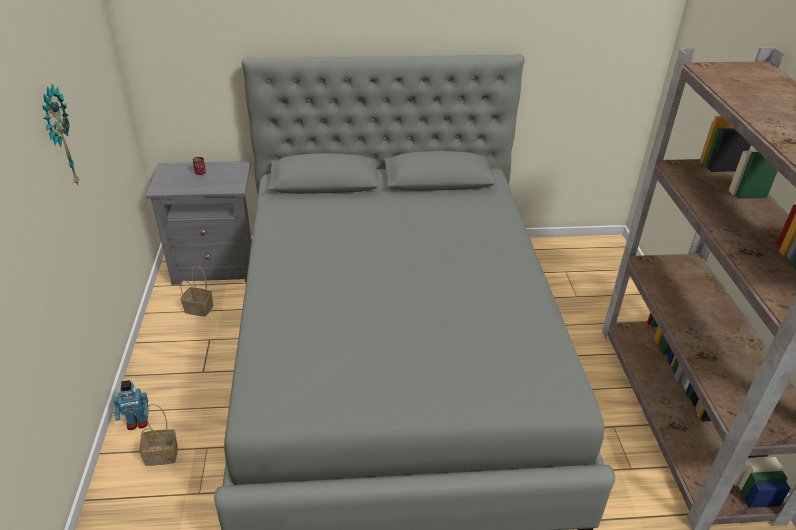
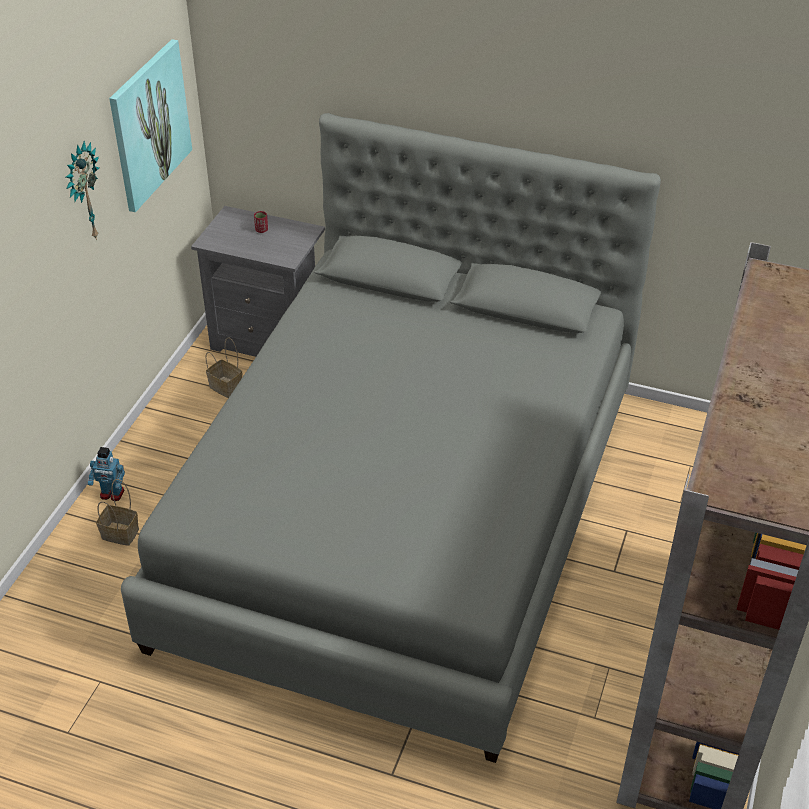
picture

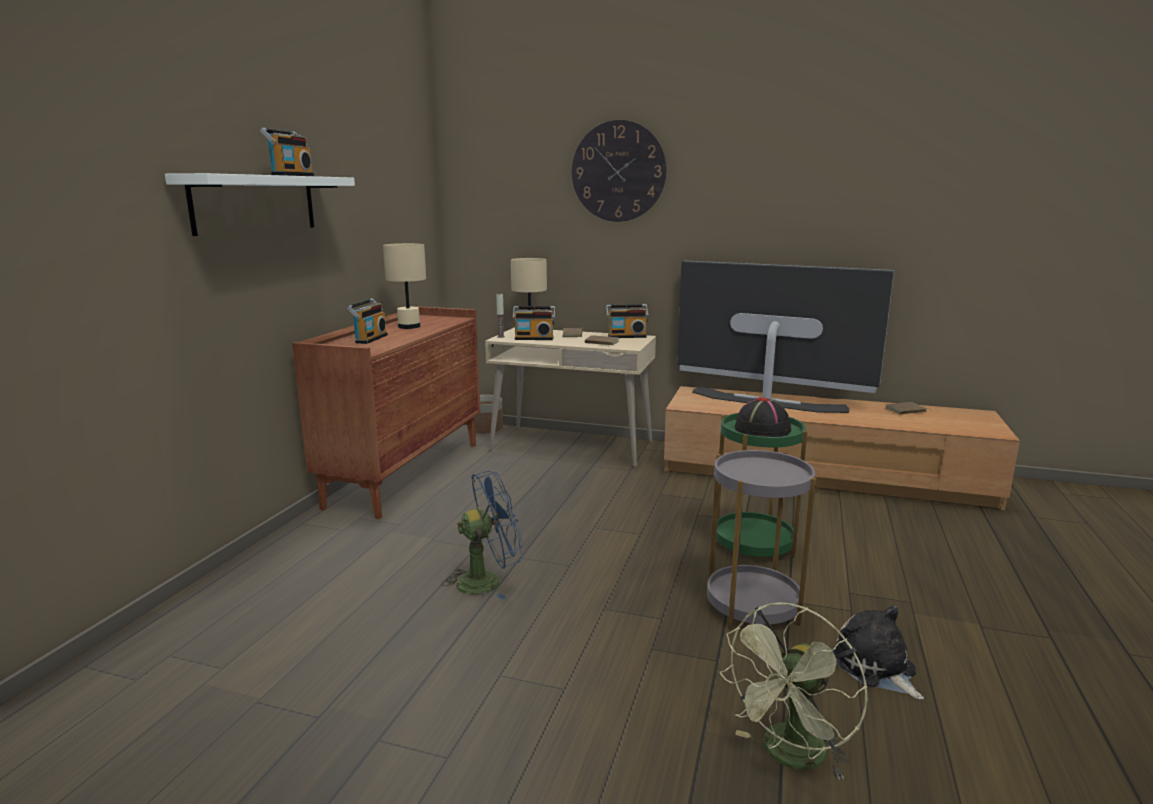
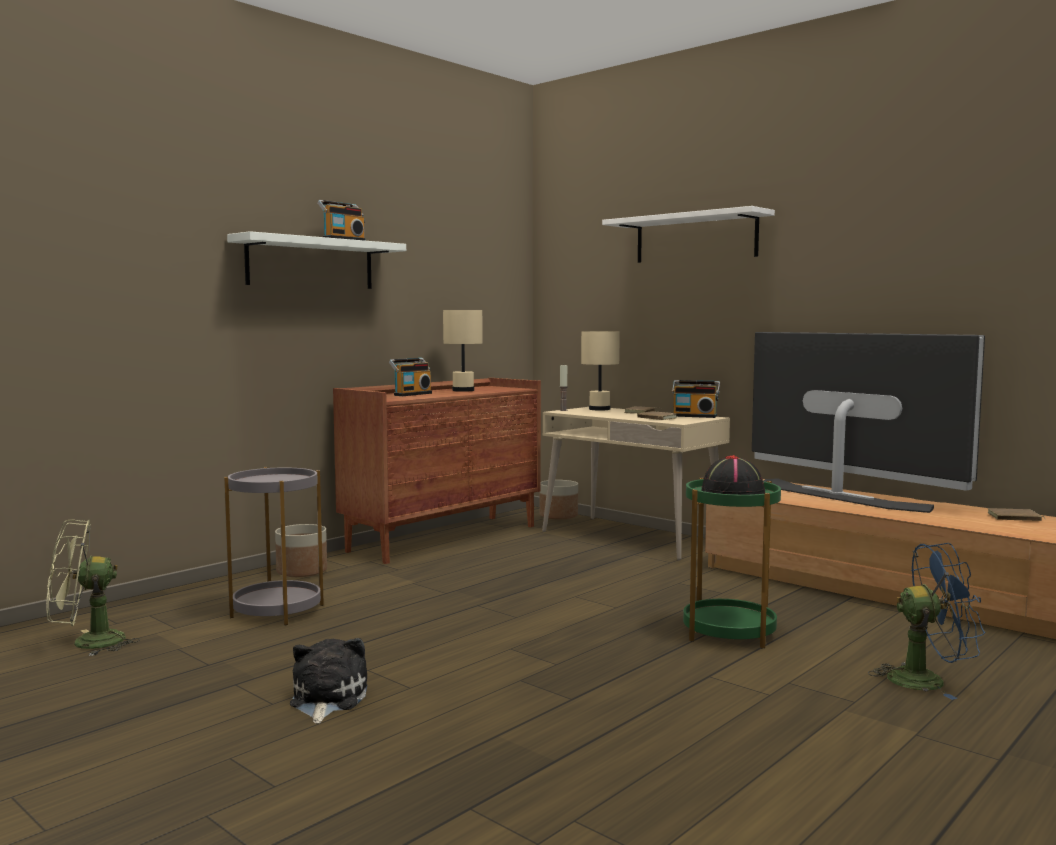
white shelf (2nd from left); radio (3rd from left in the first image); grey side table; blue fan; green fan; plush toy; planter (1st from left)

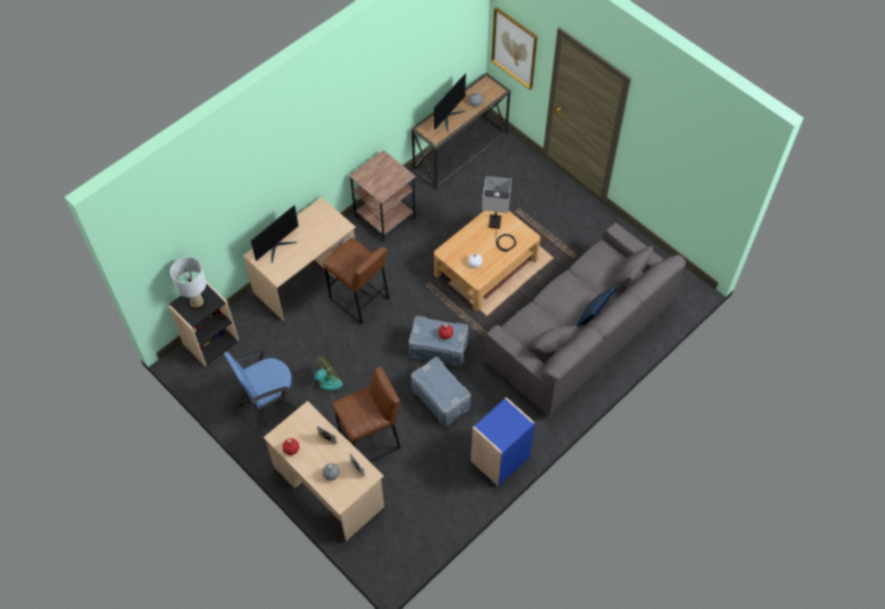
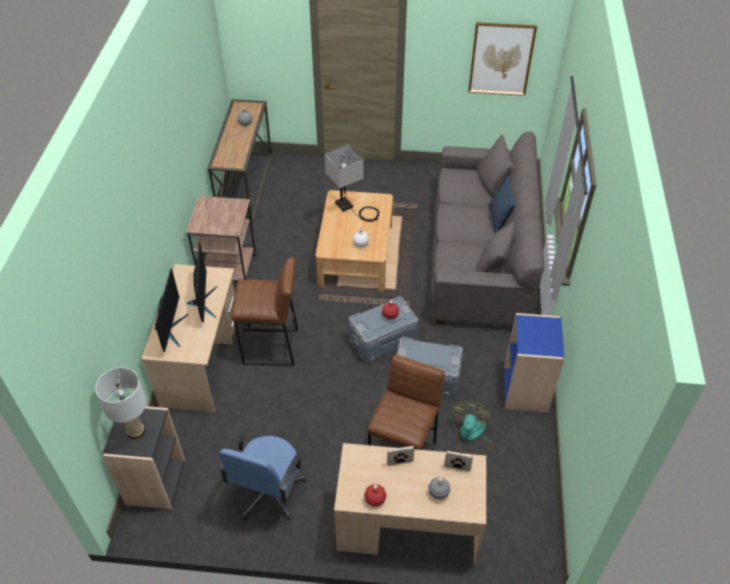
picture; monitor (2nd from left); fan

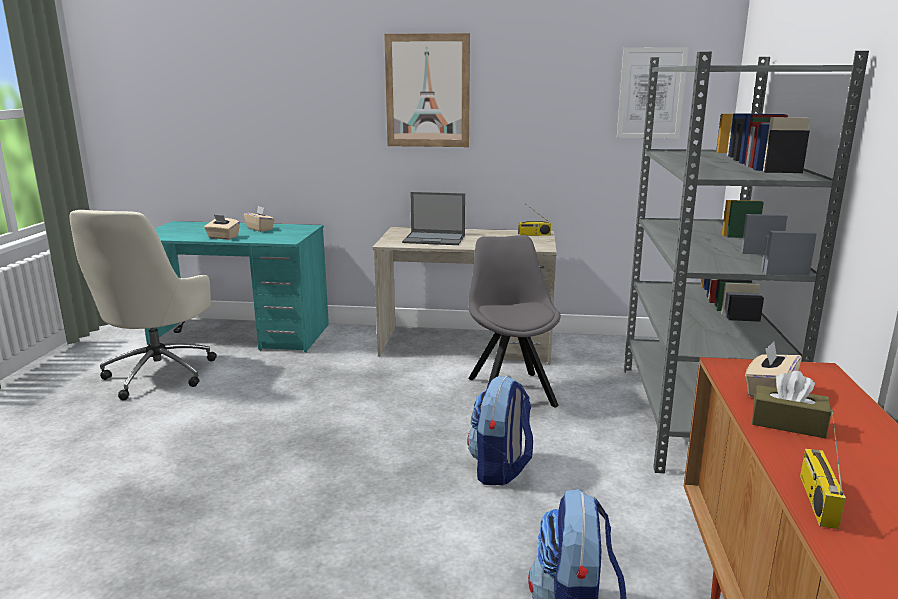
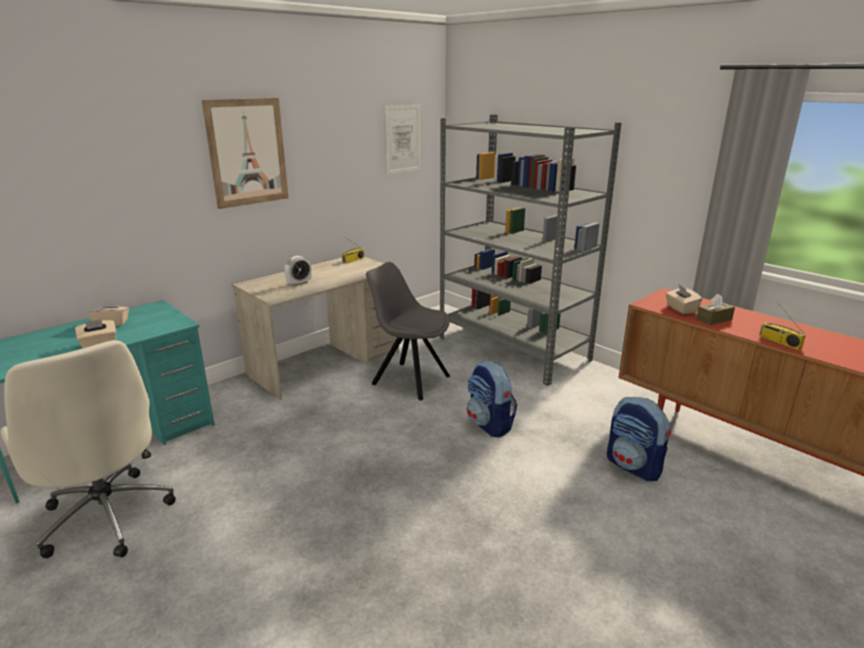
alarm clock

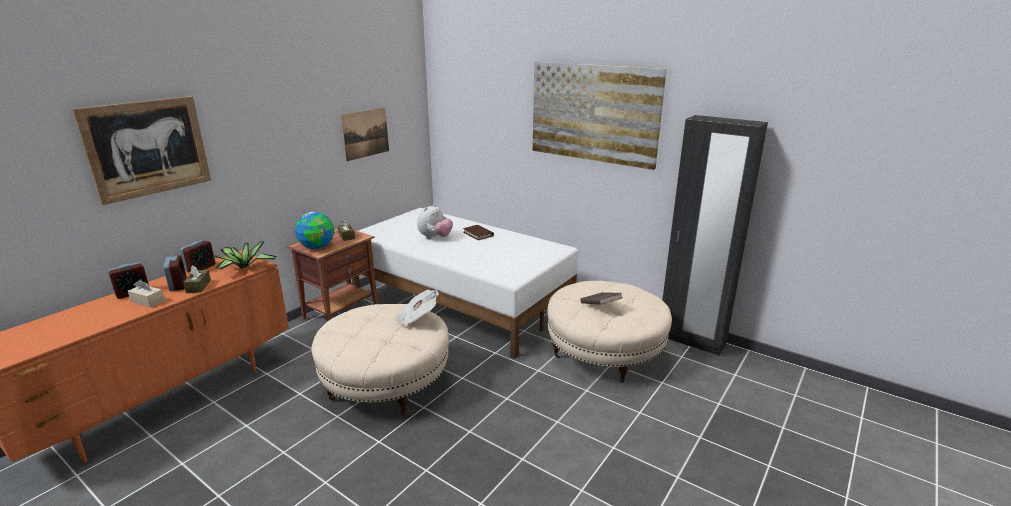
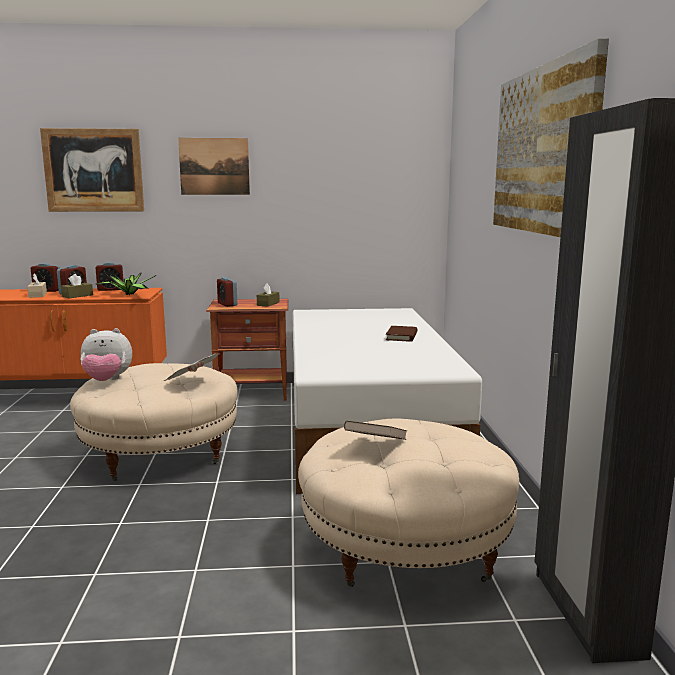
picture (2nd from left); plush toy; alarm clock (4th from left)

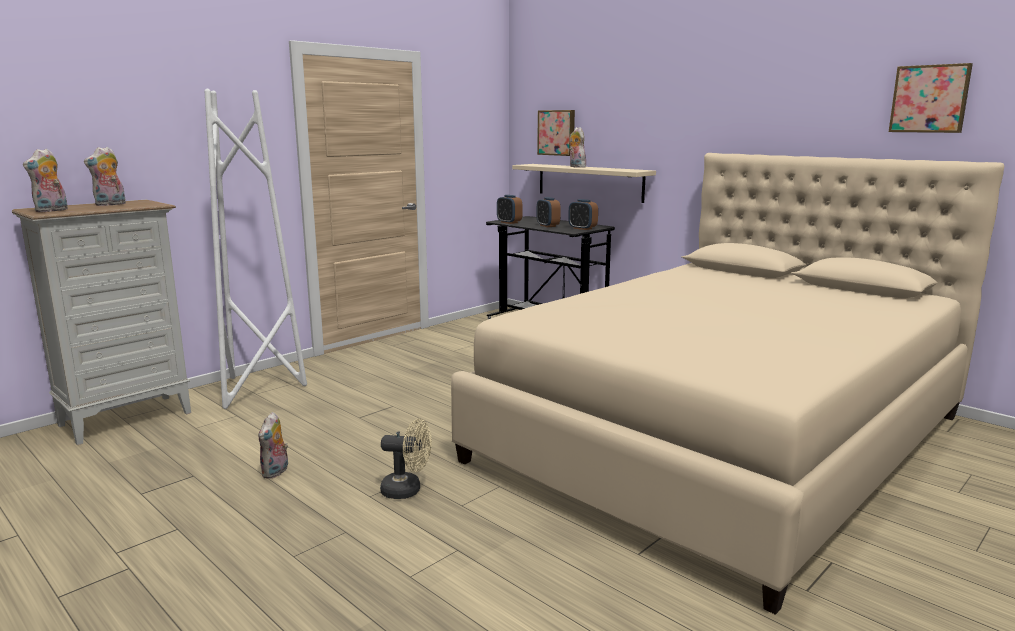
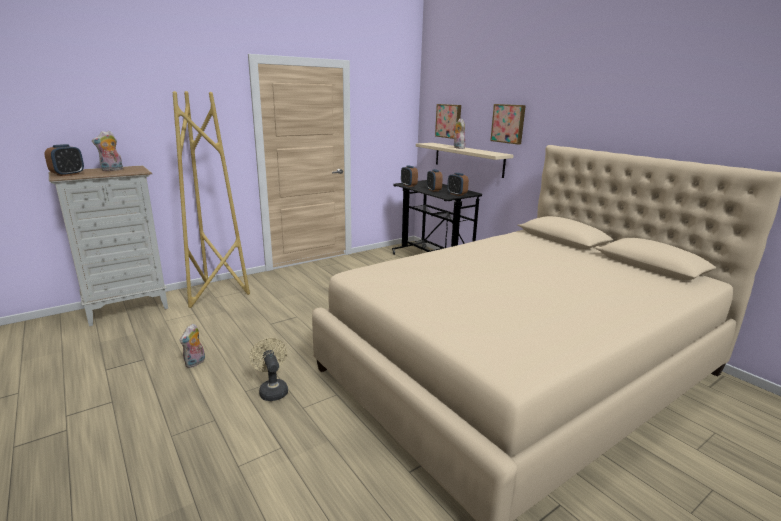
picture (2nd from left); yellow clothes rack; alarm clock (1st from left); beige fan

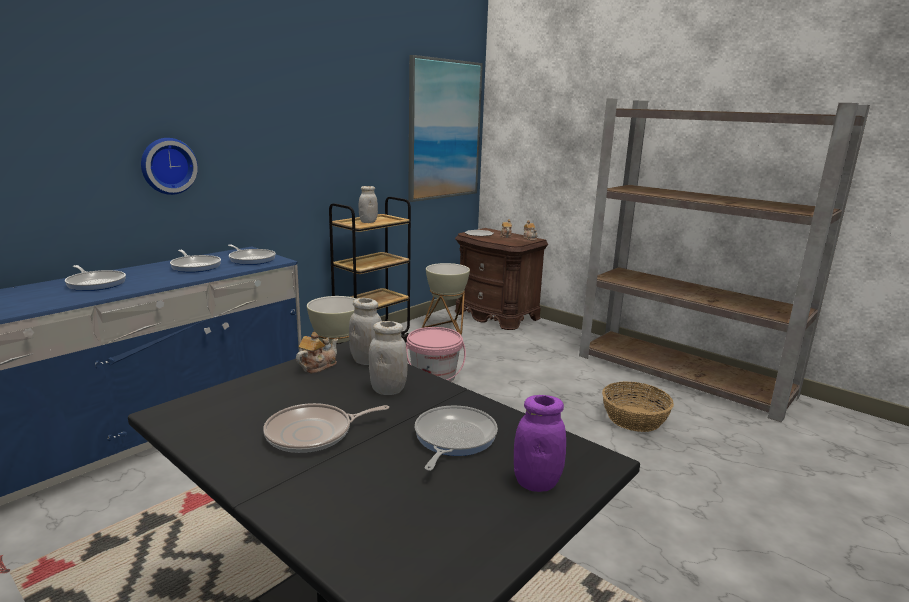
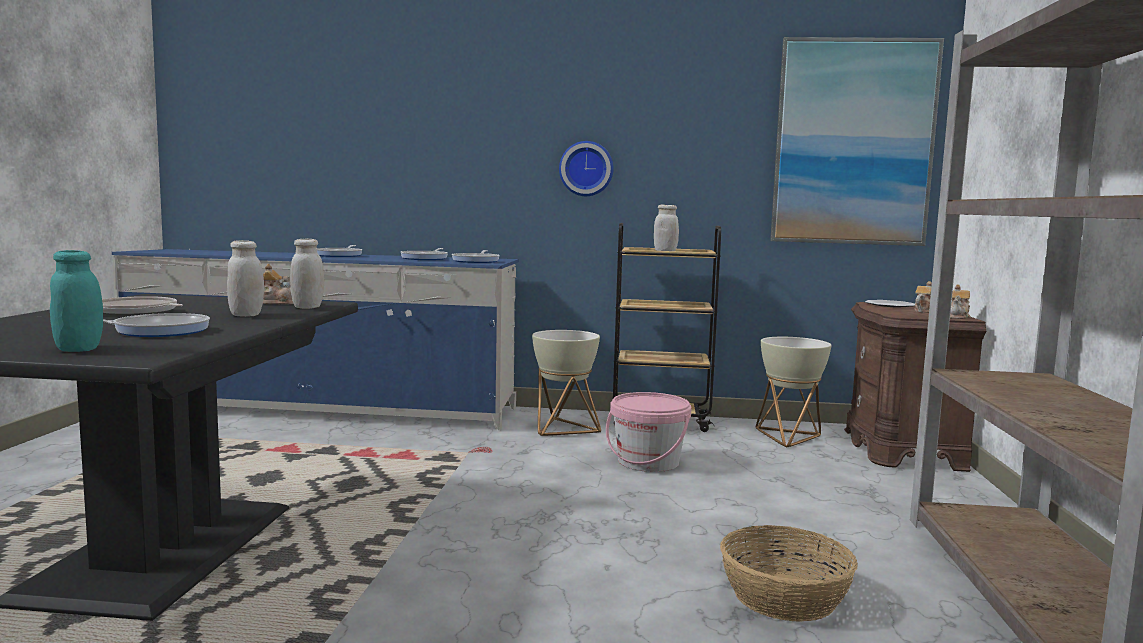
wall clock; turquoise jar

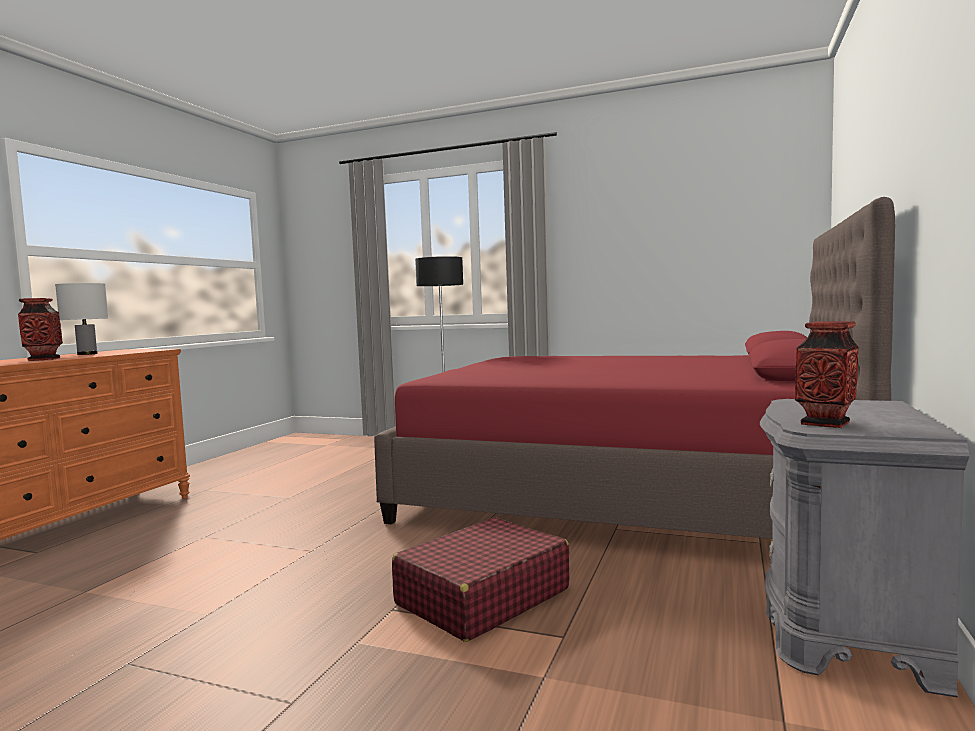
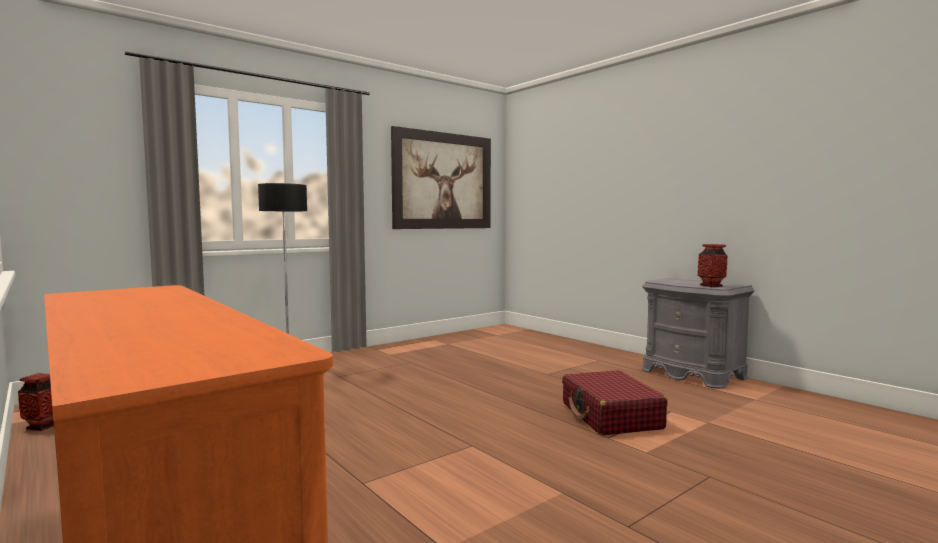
red bed; white table lamp; vase (1st from left); picture

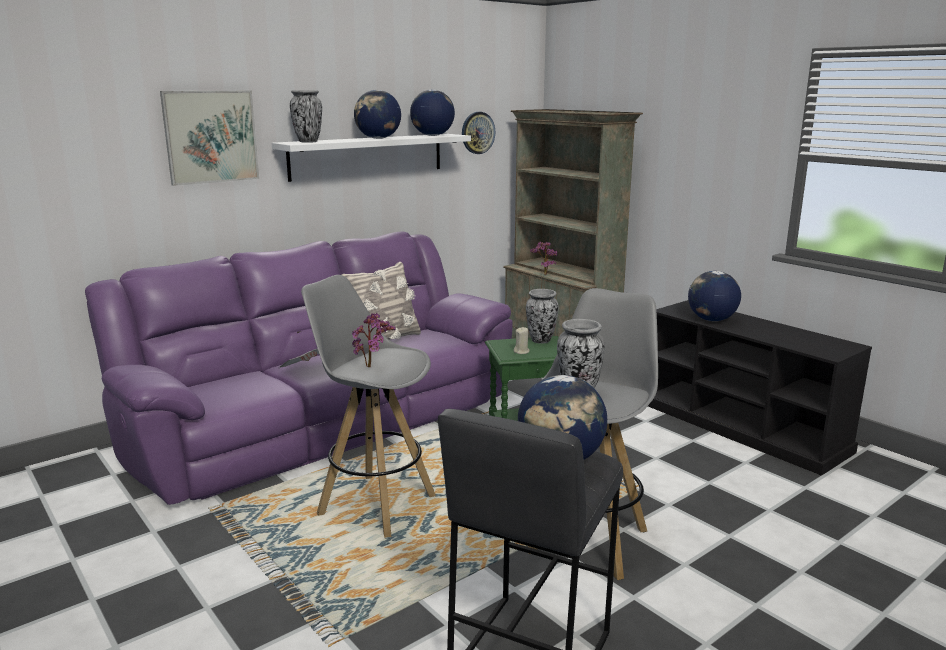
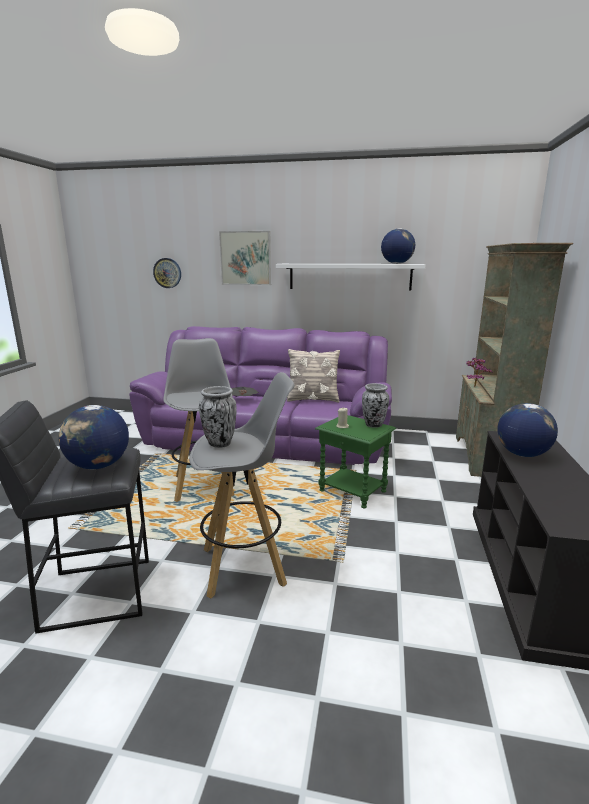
vase (1st from left in the first image); globe (1st from left in the first image); wall clock; potted plant (1st from left in the first image)

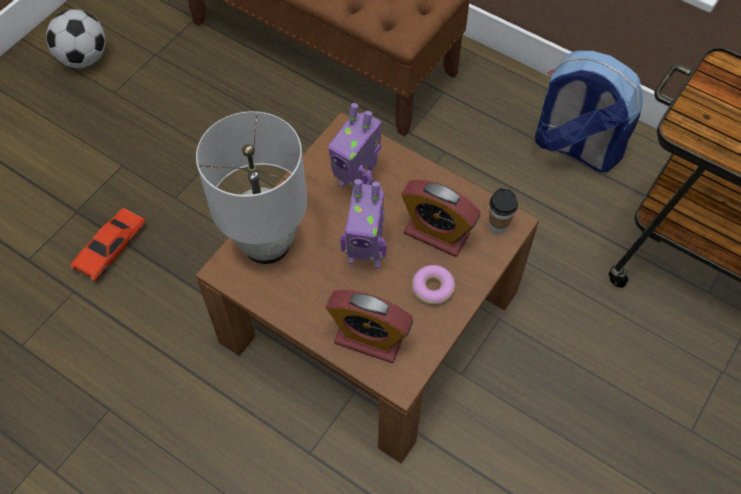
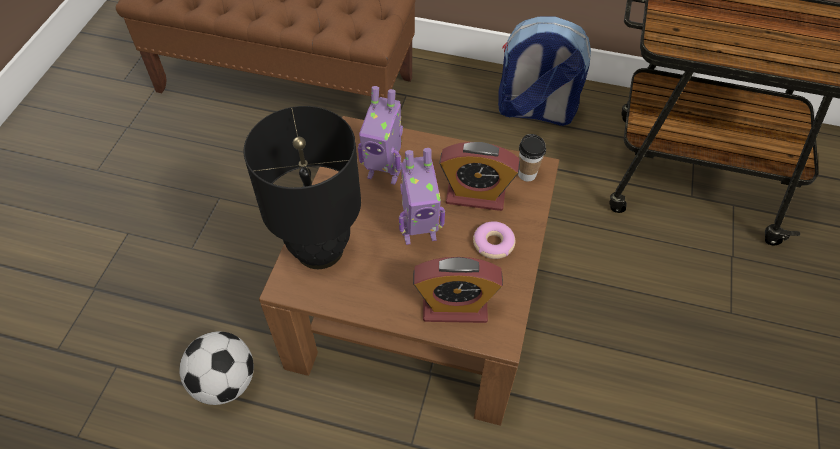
football; black table lamp; red toy car

